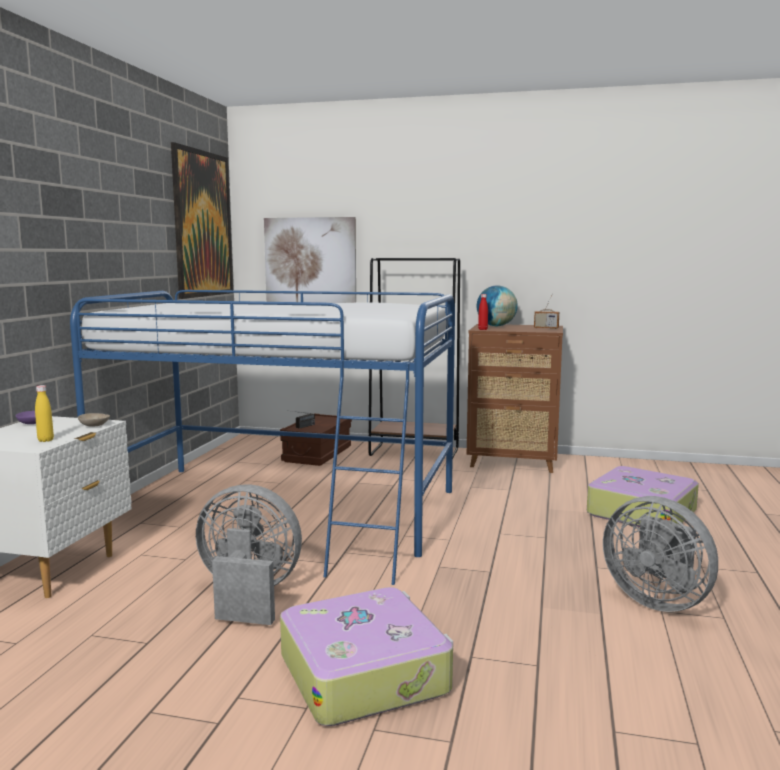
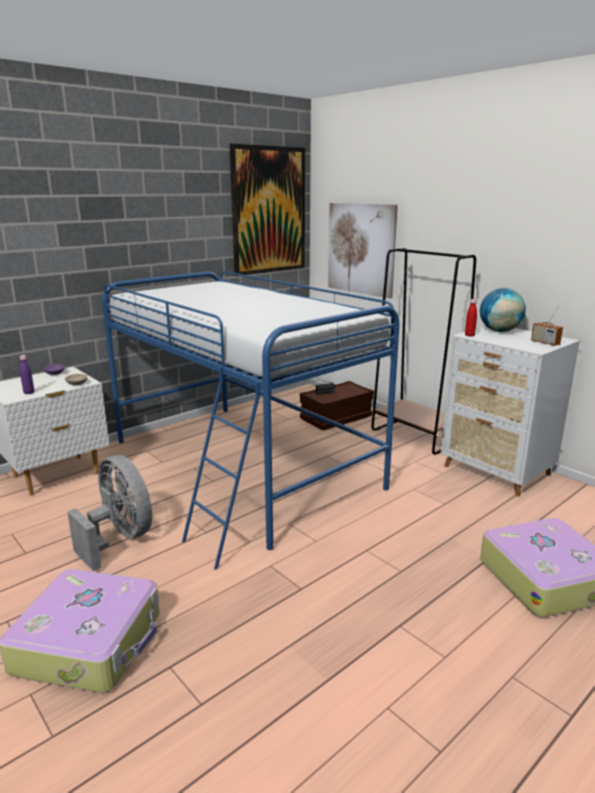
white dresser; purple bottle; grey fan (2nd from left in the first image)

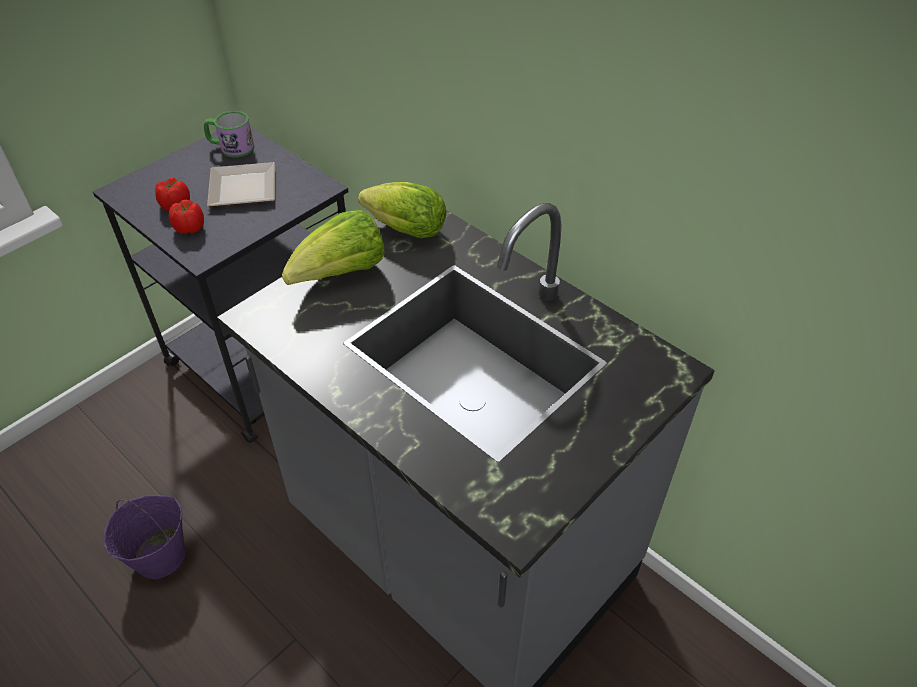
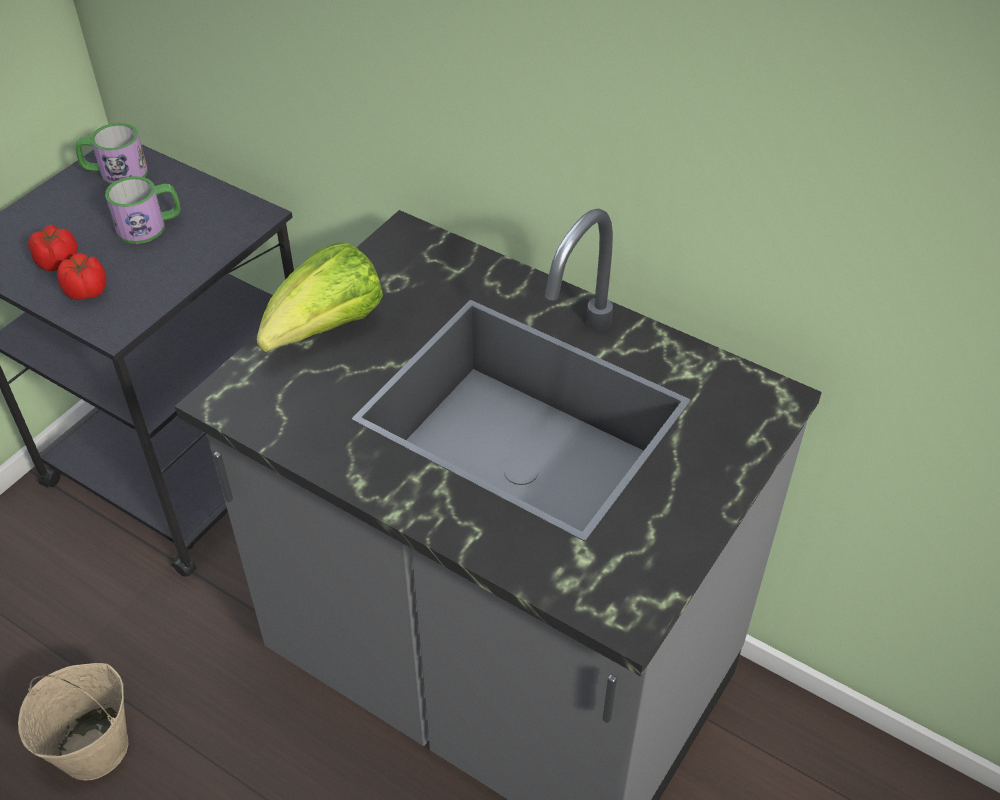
mug (2nd from left); lettuce (2nd from left in the first image); beige bucket

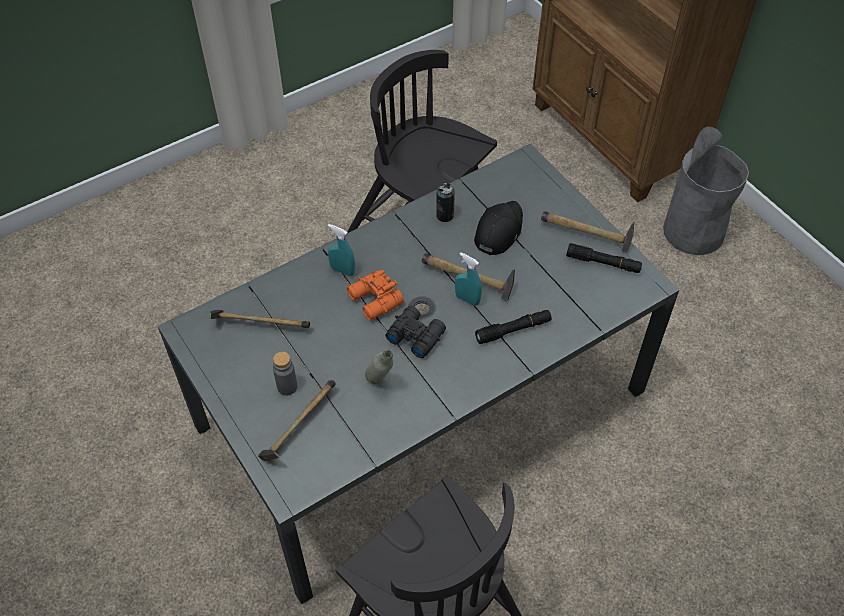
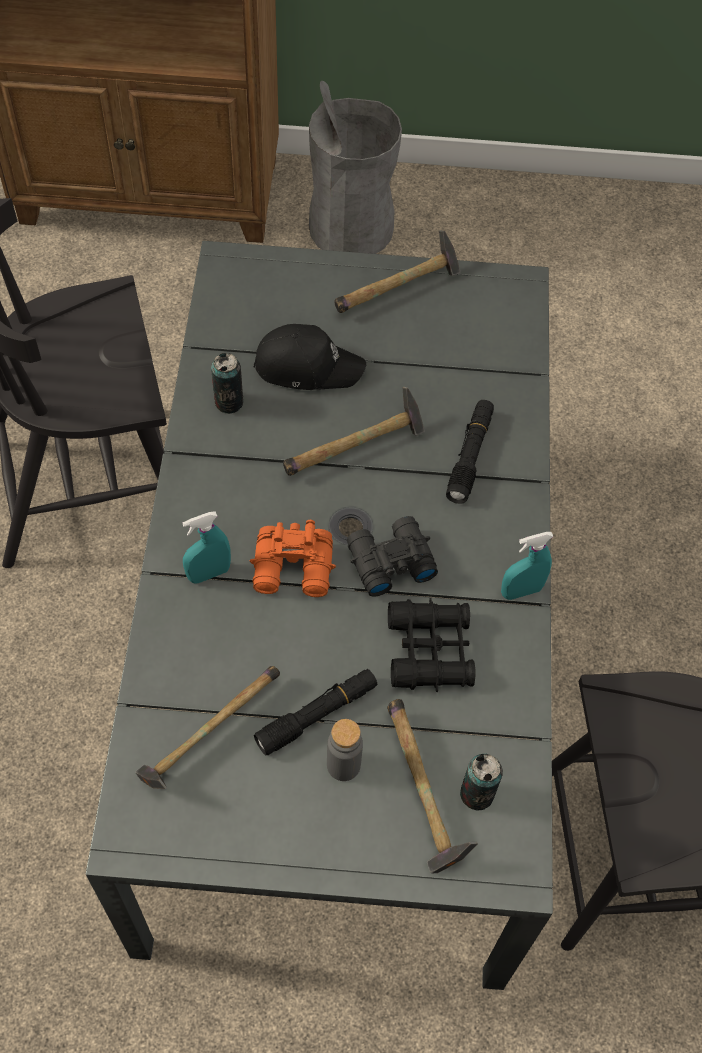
black cap; black flashlight (1st from left); turquoise spray bottle (2nd from left); black binoculars (2nd from left); can (2nd from left)

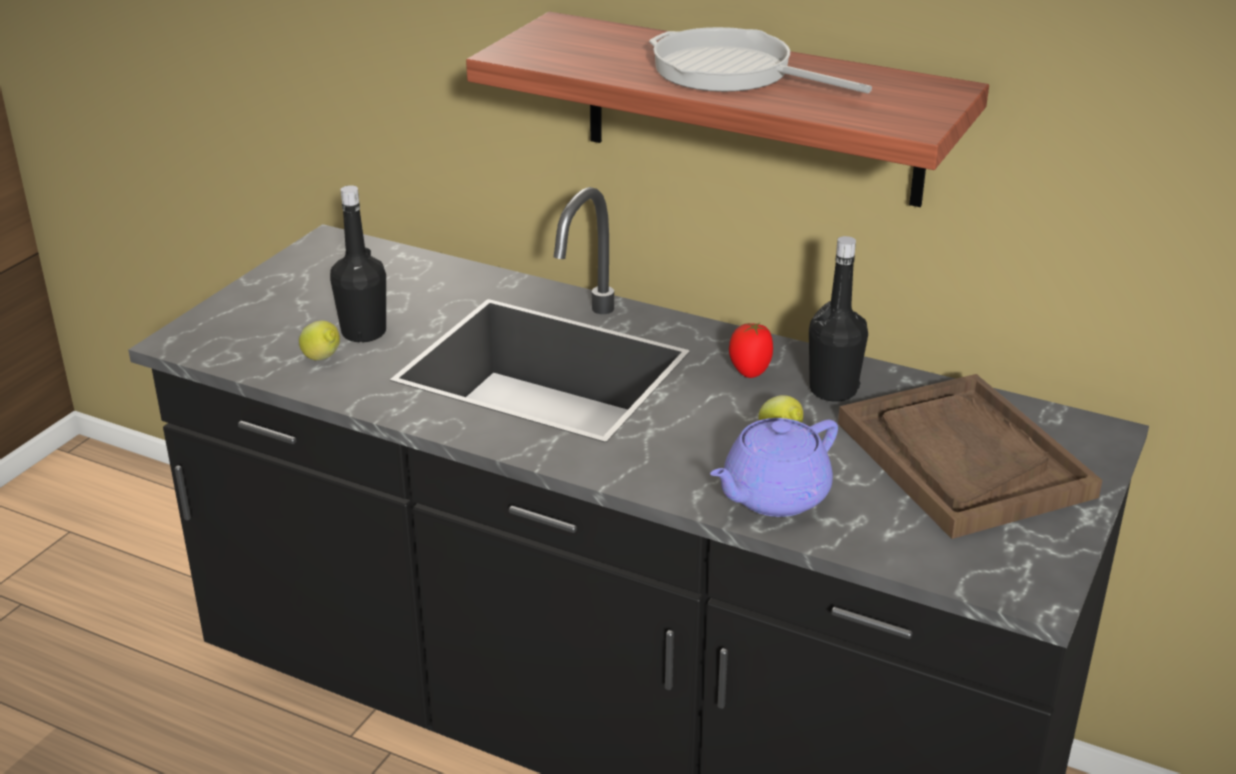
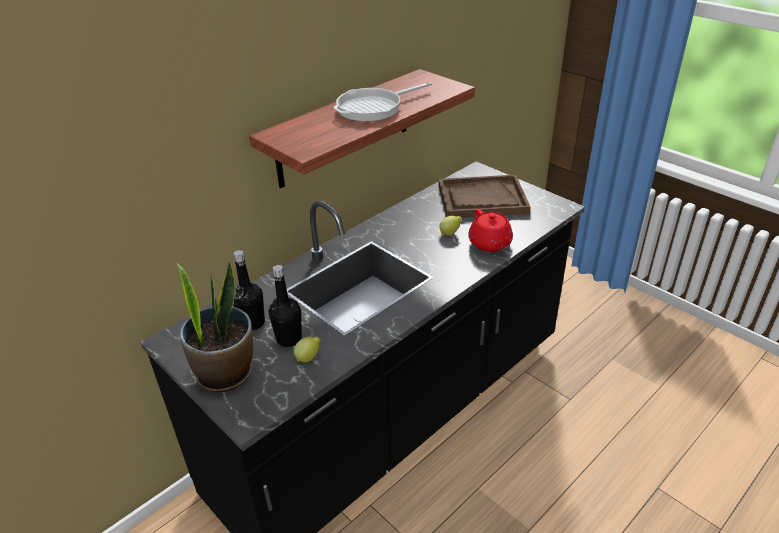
black bottle (1st from left); tomato; red teapot; potted plant

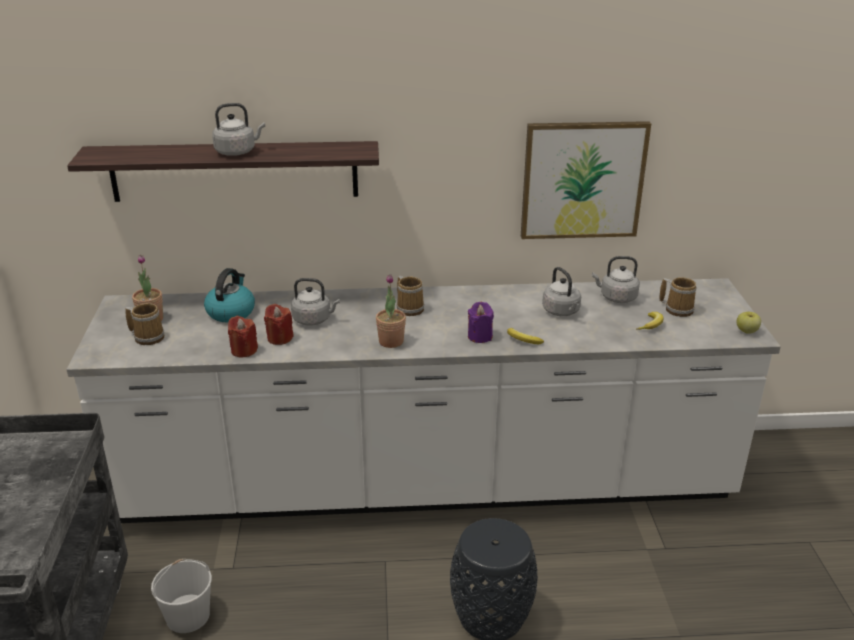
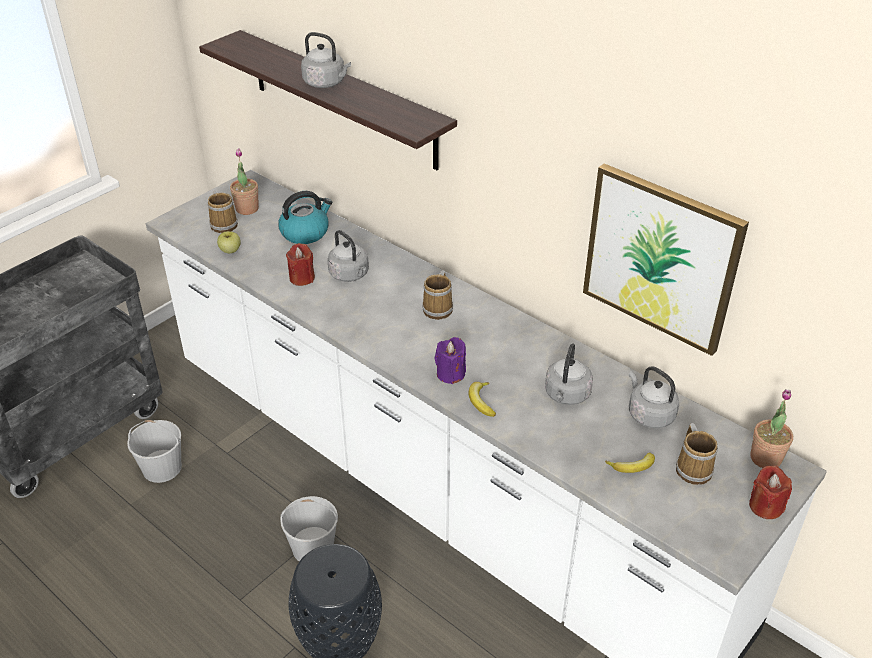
potted plant (2nd from left); apple; red candle (2nd from left); white bucket (2nd from left)

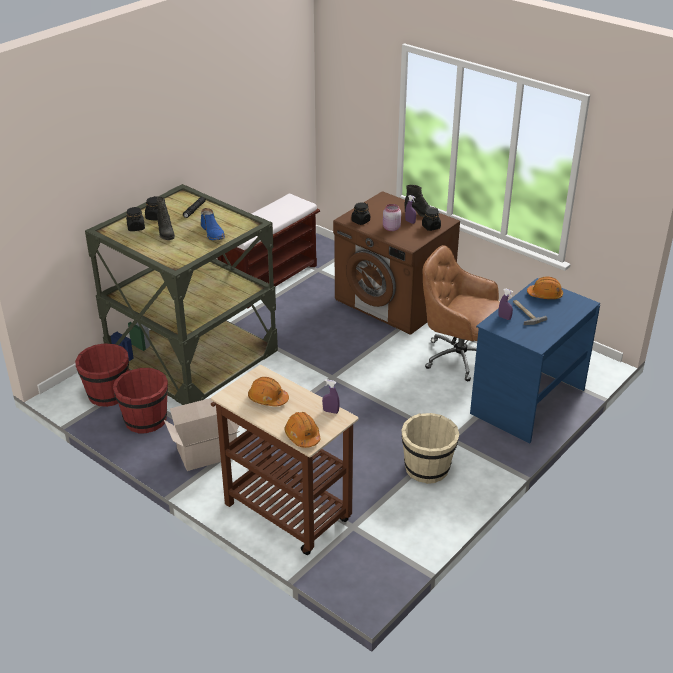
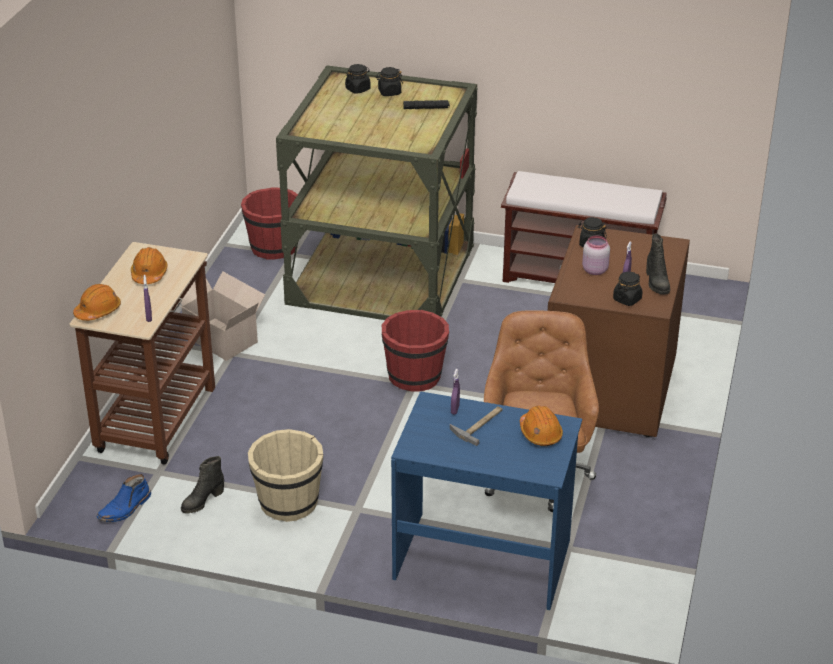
black boot (1st from left); blue boot; red bucket (2nd from left)

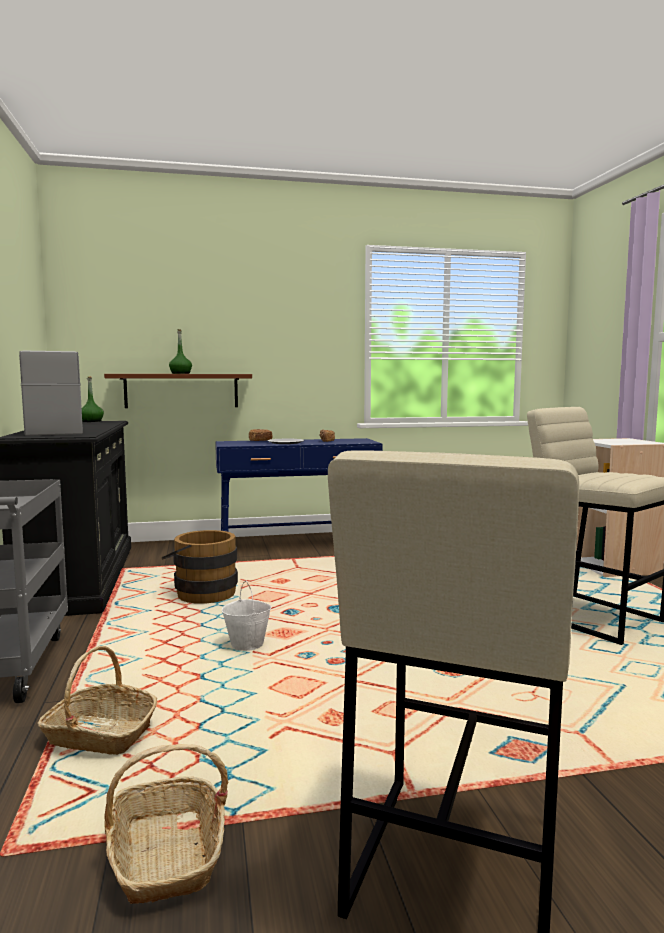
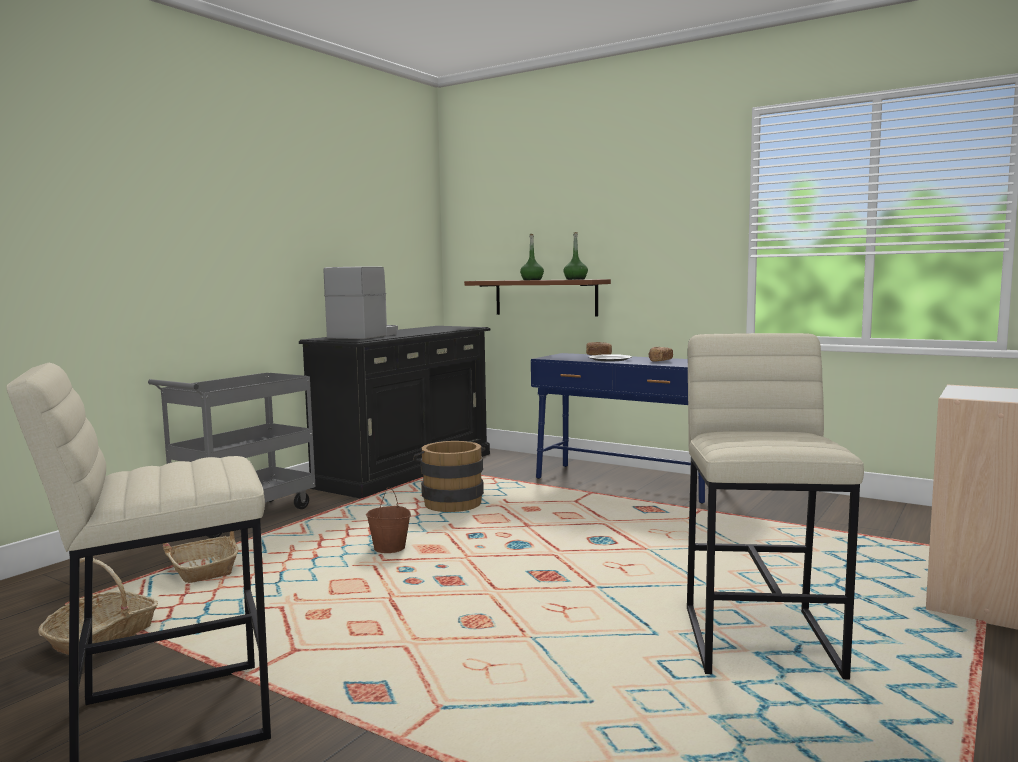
green bottle (2nd from left); brown bucket (1st from left)

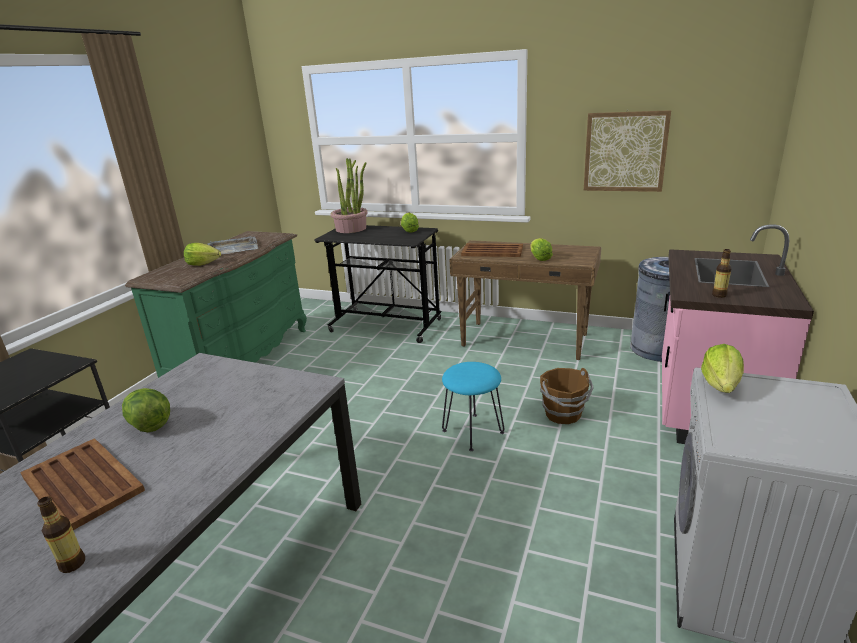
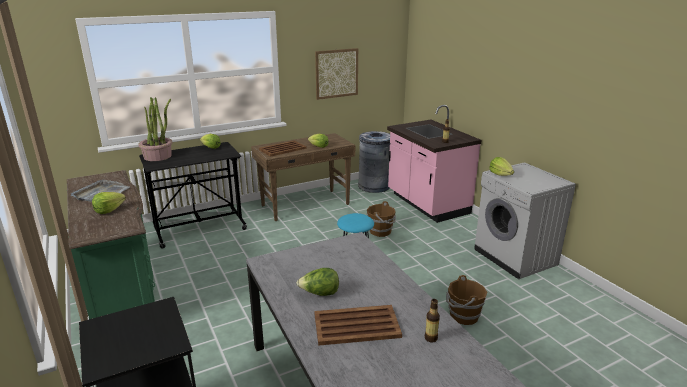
brown bucket (2nd from left)

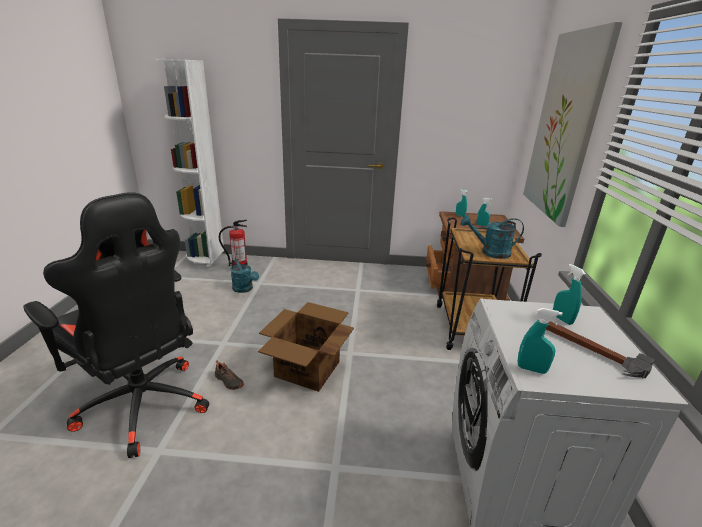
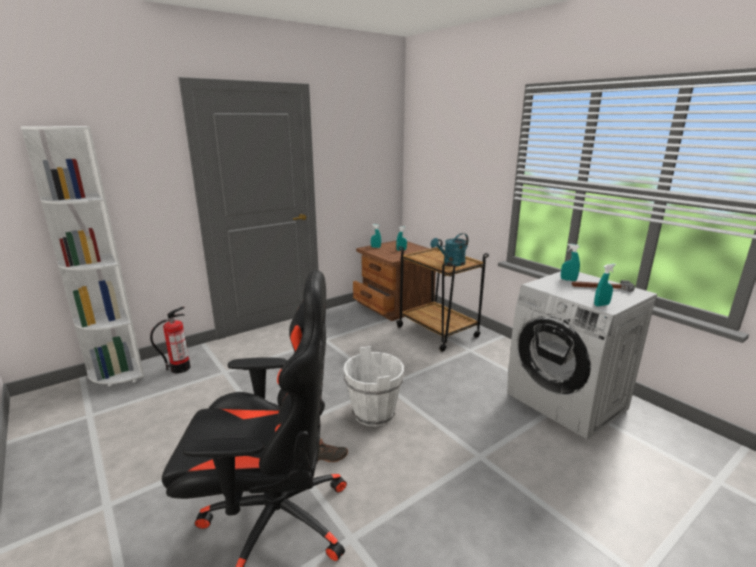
picture; turquoise watering can (1st from left in the first image); white bucket

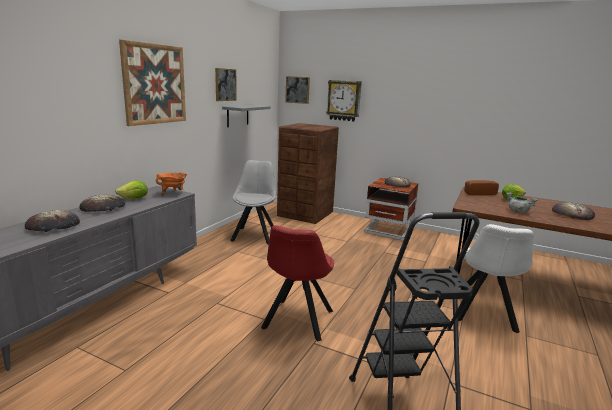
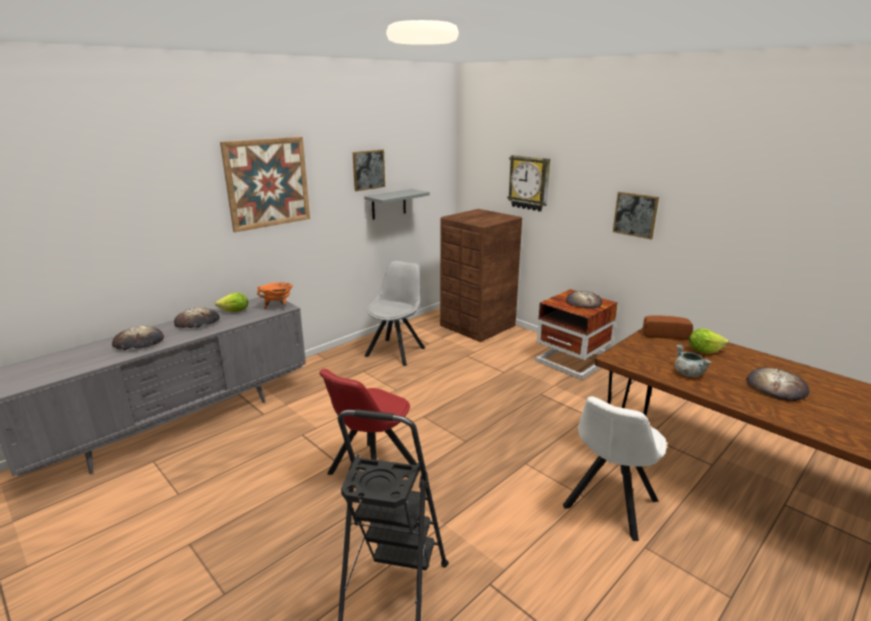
picture (3rd from left)

